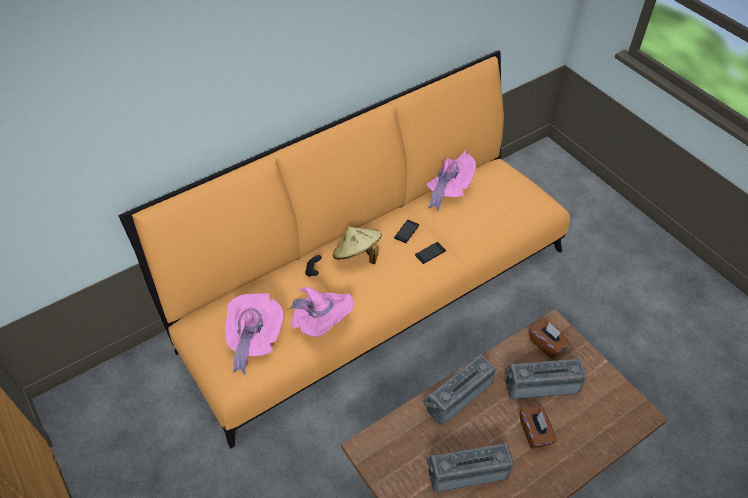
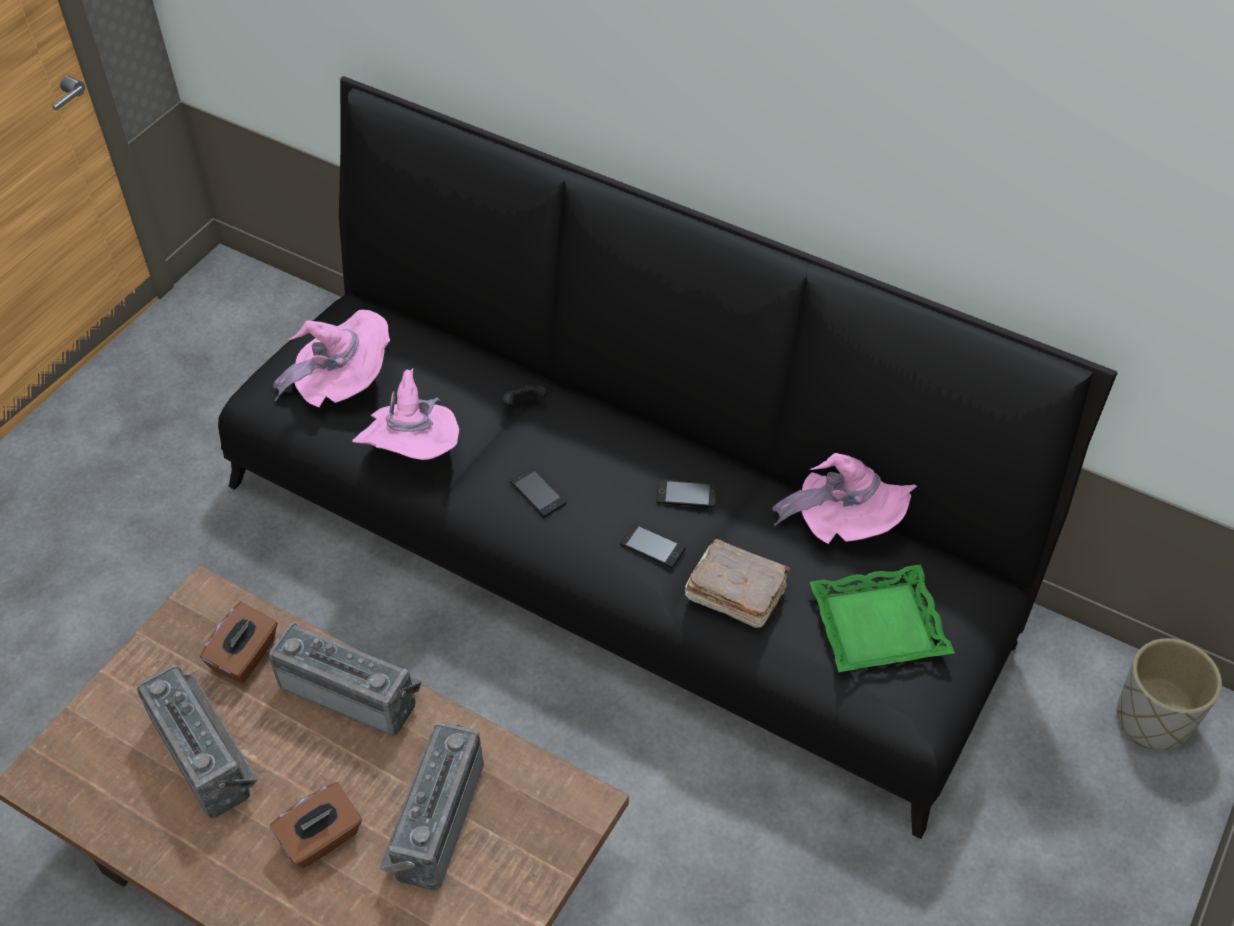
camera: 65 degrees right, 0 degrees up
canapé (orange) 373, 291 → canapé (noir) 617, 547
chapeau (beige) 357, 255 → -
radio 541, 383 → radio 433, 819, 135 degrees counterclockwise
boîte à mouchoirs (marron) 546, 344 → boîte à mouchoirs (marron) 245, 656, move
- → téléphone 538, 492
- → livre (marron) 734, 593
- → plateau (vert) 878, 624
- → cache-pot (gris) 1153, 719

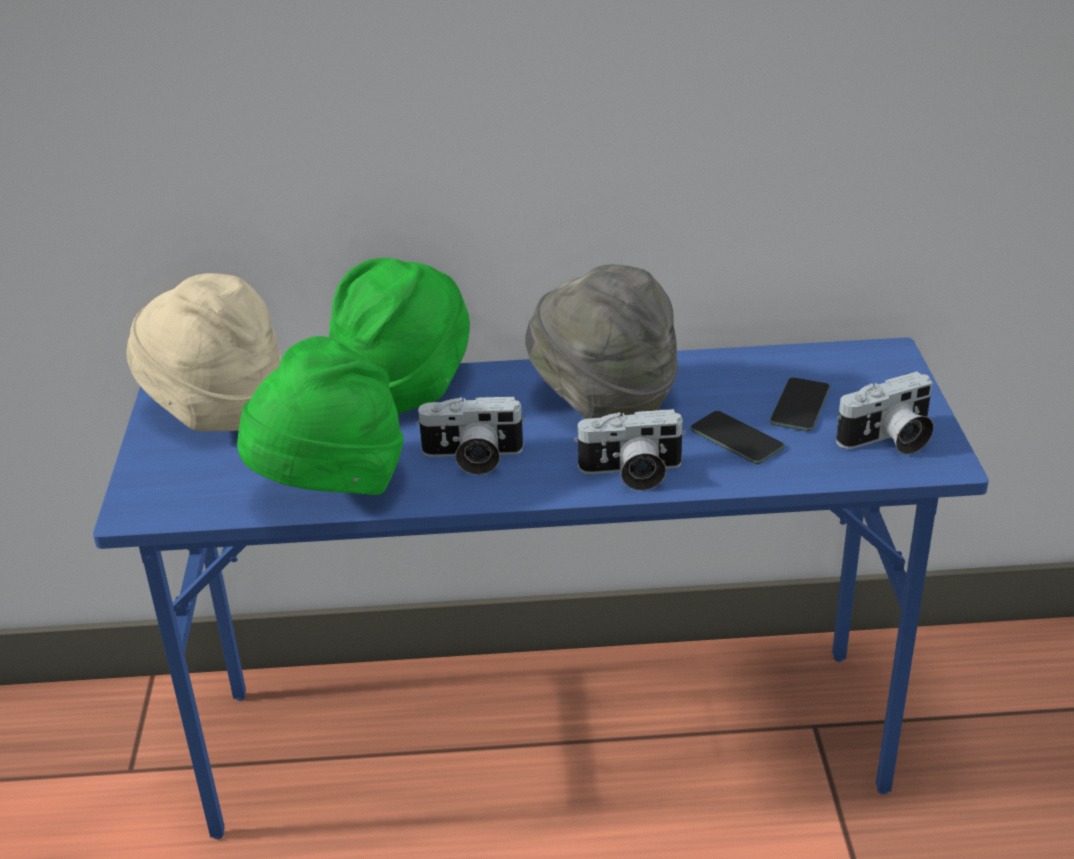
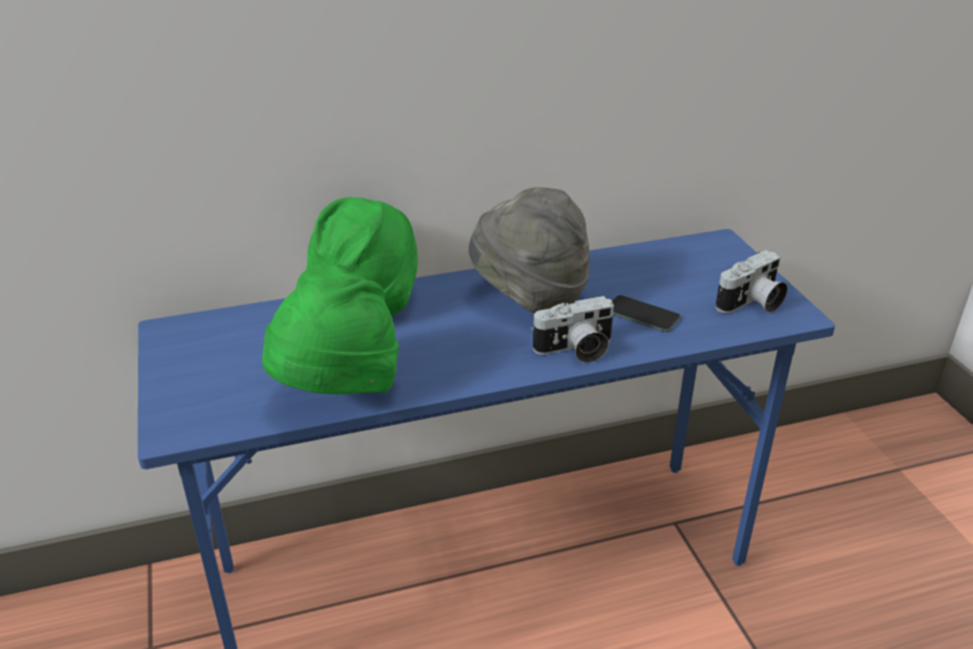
camera: 15 degrees left, 0 degrees up
chapeau (beige) 216, 410 → -
appareil photo 472, 458 → -
téléphone 800, 406 → -

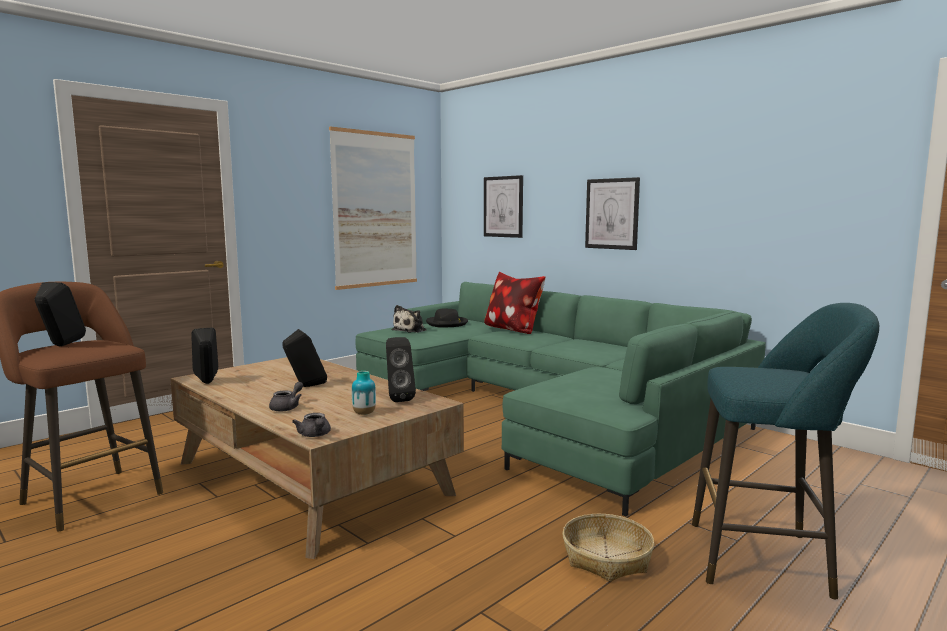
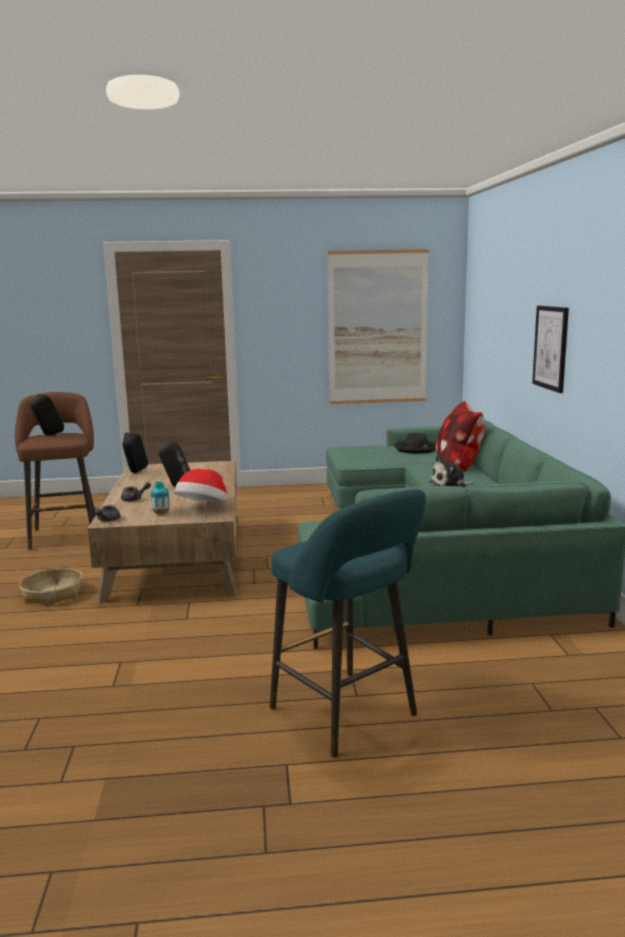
camera: 40 degrees right, 5 degrees up
enceinte (noir) 398, 399 → chapeau 203, 508
peluche 411, 330 → peluche 451, 485, move
tableau 503, 206 → -
panier 607, 558 → panier 52, 594, move

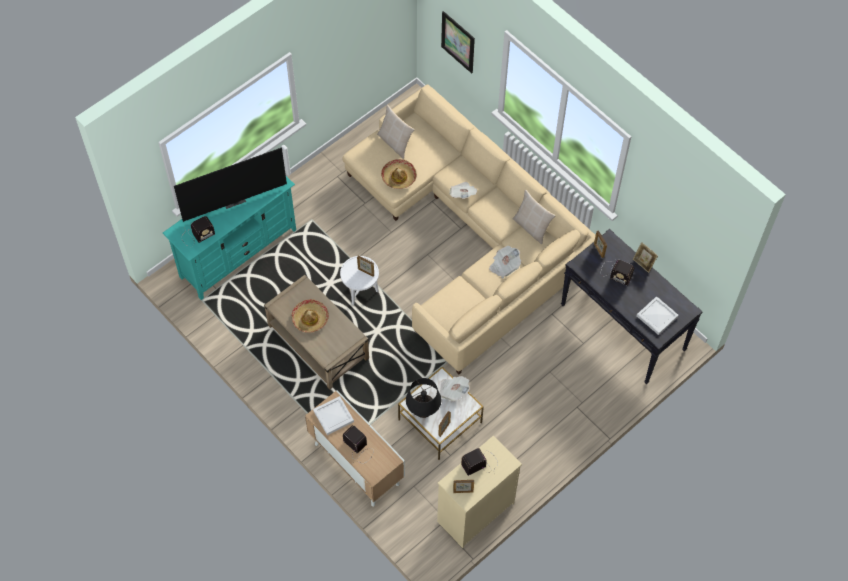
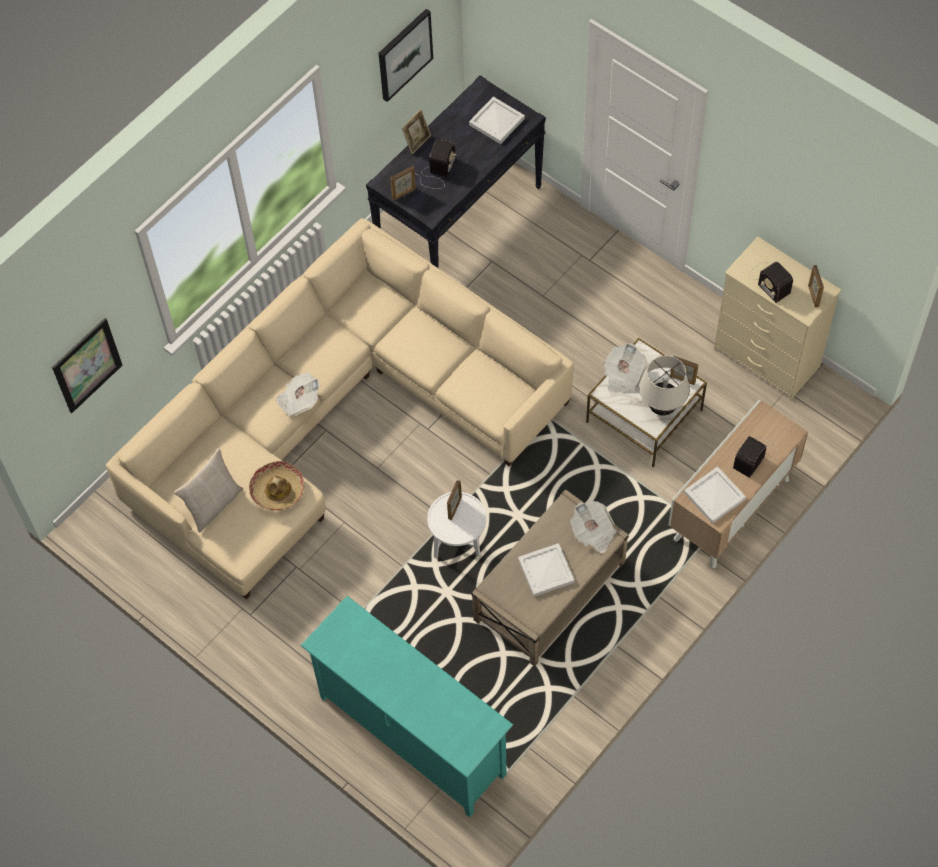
camera: 95 degrees left, 0 degrees up
téléviseur 234, 199 → -
radio 196, 236 → -
chapeau 310, 318 → plateau (blanc) 547, 571
lampe de table (noir) 423, 411 → lampe de table (beige) 662, 408
journal 504, 266 → journal 593, 532, move
coussin (beige) 531, 227 → -
- → tableau 404, 54

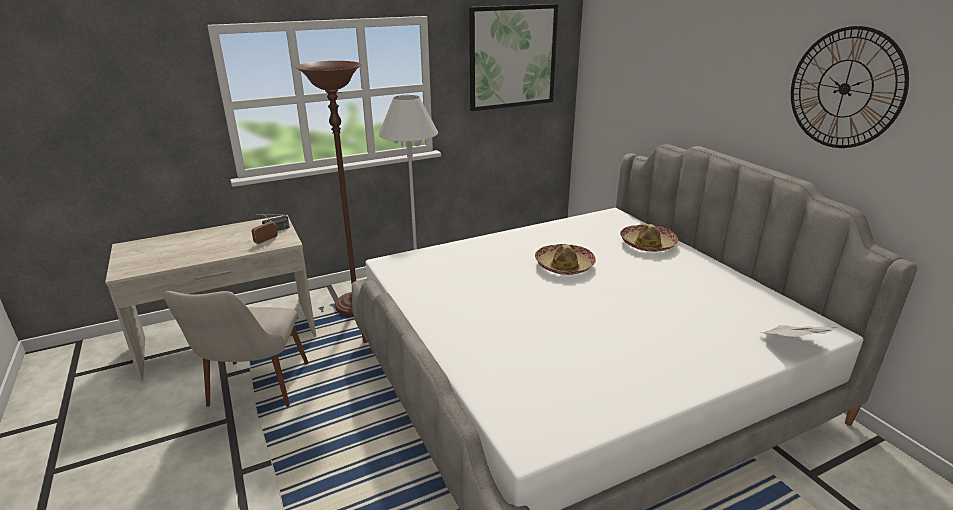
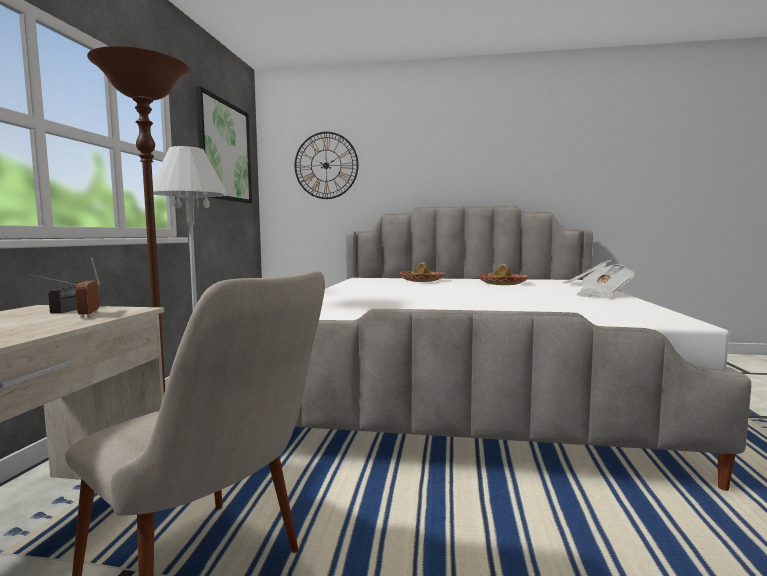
camera: 55 degrees left, 20 degrees down
chapeau 564, 266 → chapeau 502, 283, move
horloge murale 844, 88 → horloge murale 326, 165, move
- → journal 602, 295

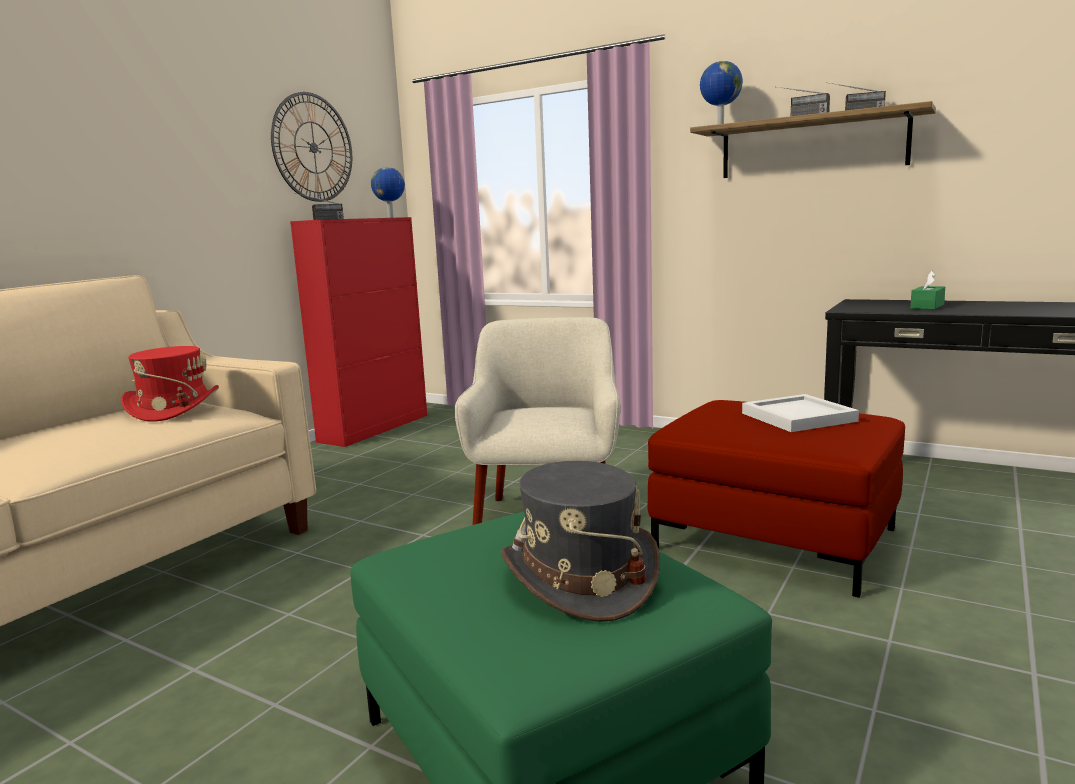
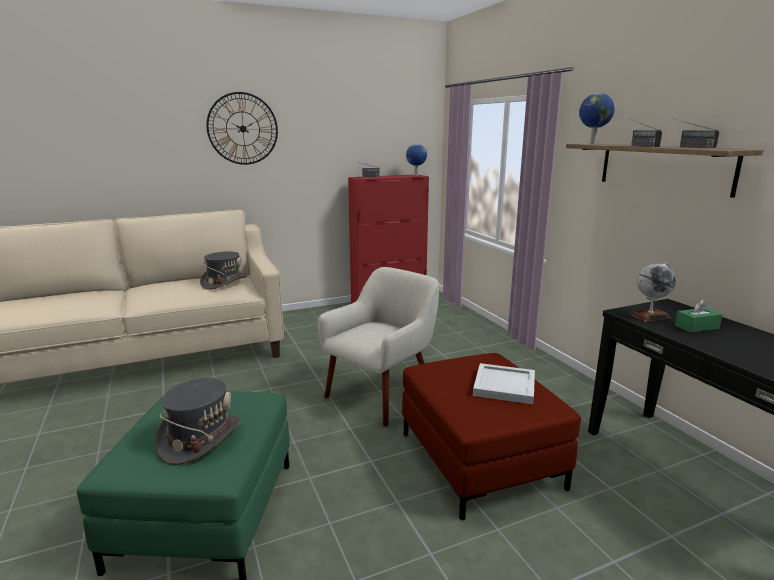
camera: 35 degrees right, 5 degrees up
chapeau (rouge) 173, 409 → chapeau (gris) 224, 283
horloge murale 313, 147 → horloge murale 243, 129, move
- → globe 650, 316

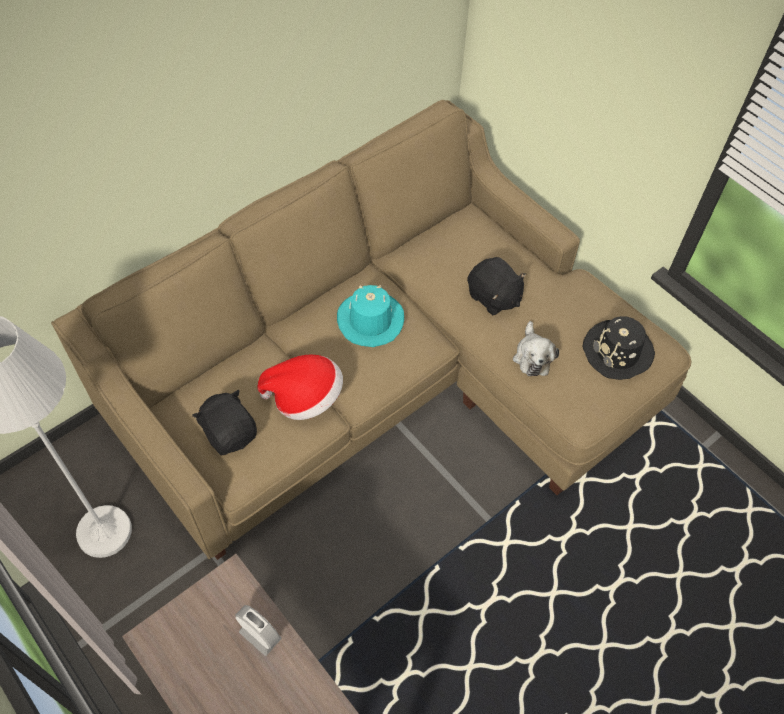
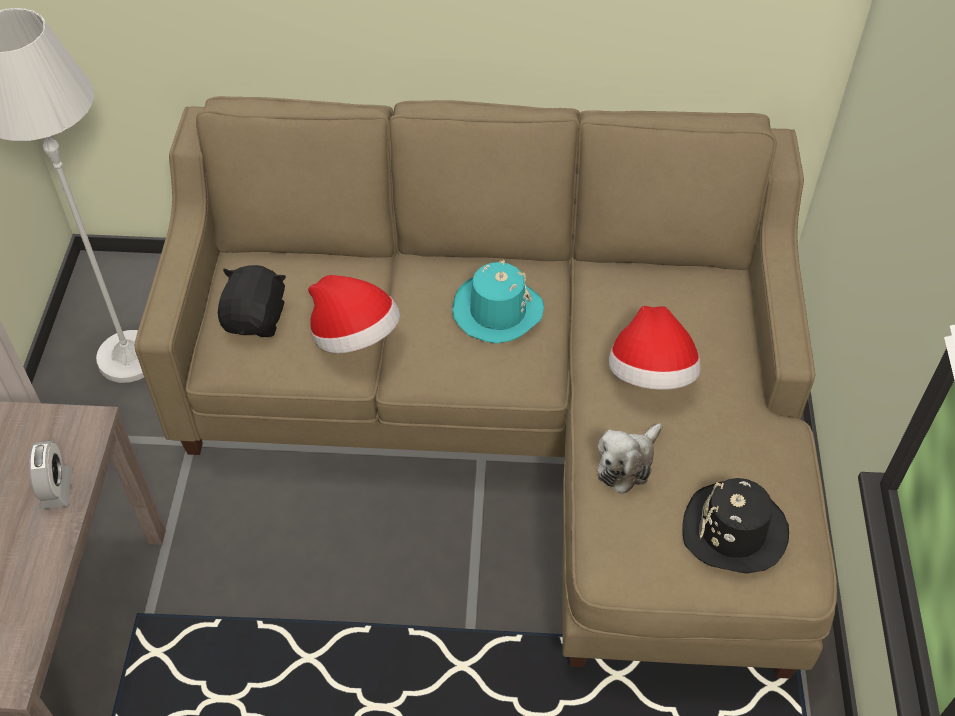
camera: 45 degrees right, 5 degrees down
peluche (noir) 493, 297 → chapeau 651, 375

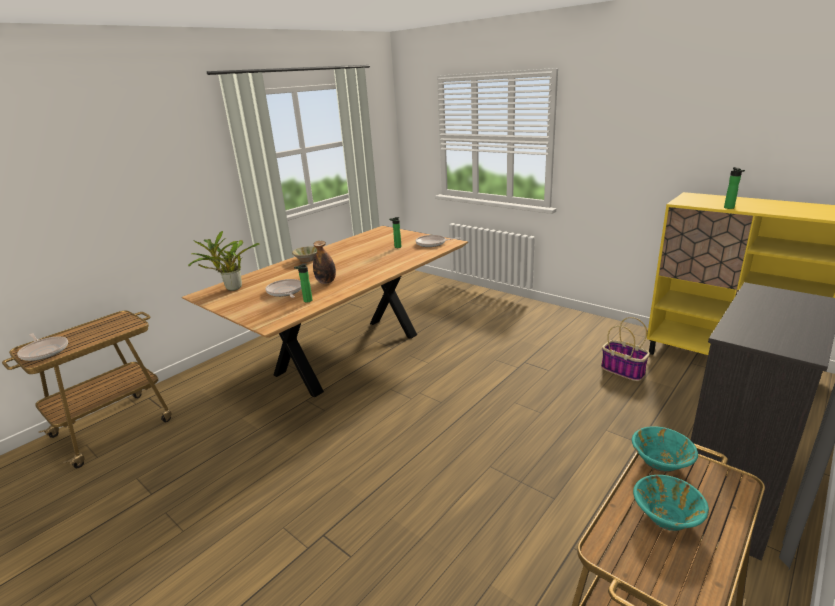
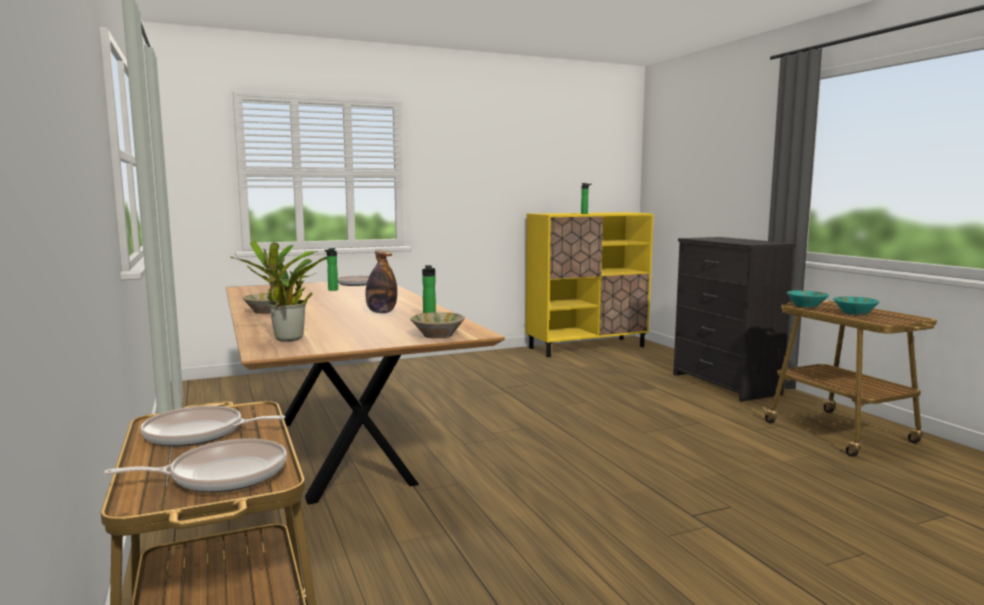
camera: 65 degrees left, 15 degrees down
poêle 285, 292 → poêle 199, 434, move
panier 623, 370 → -
- → bol (beige) 437, 336

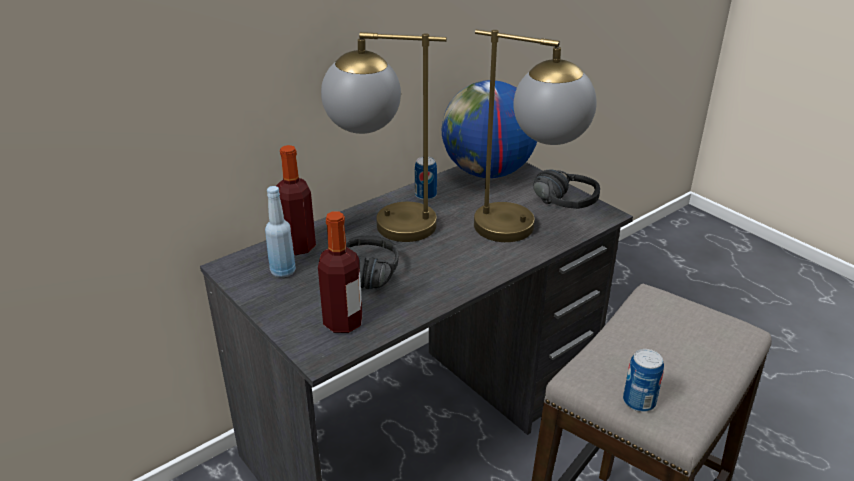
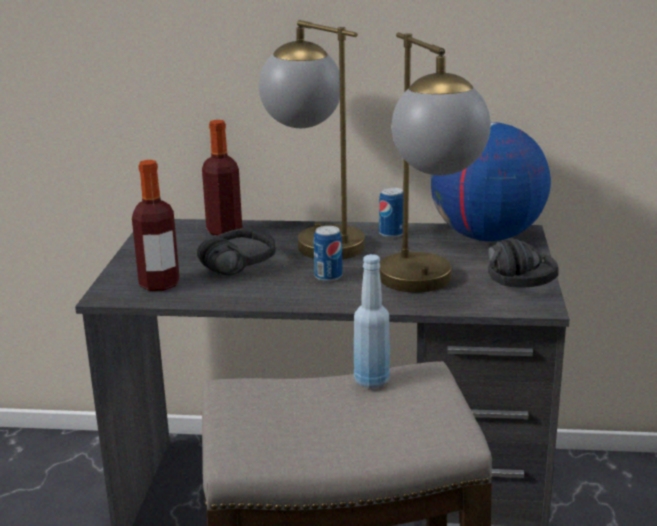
camera: 45 degrees right, 10 degrees down
bouteille (bleu) 283, 271 → bouteille (bleu) 371, 381, move
boîte métallique 639, 402 → boîte métallique 328, 277, move

